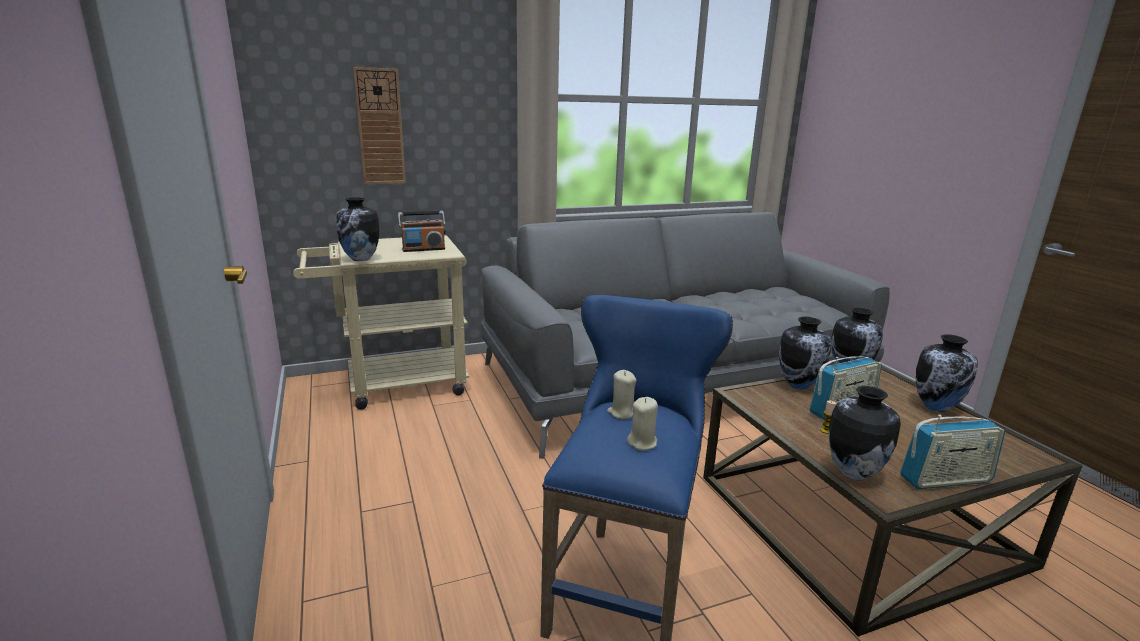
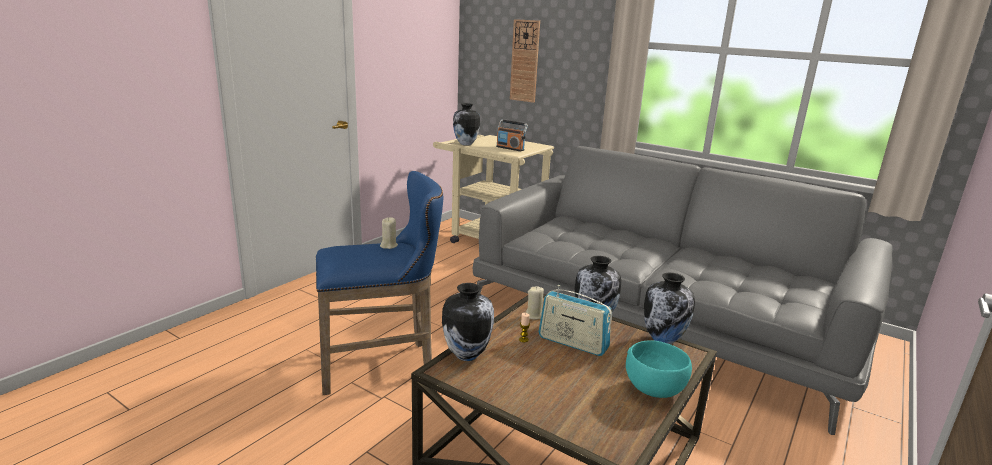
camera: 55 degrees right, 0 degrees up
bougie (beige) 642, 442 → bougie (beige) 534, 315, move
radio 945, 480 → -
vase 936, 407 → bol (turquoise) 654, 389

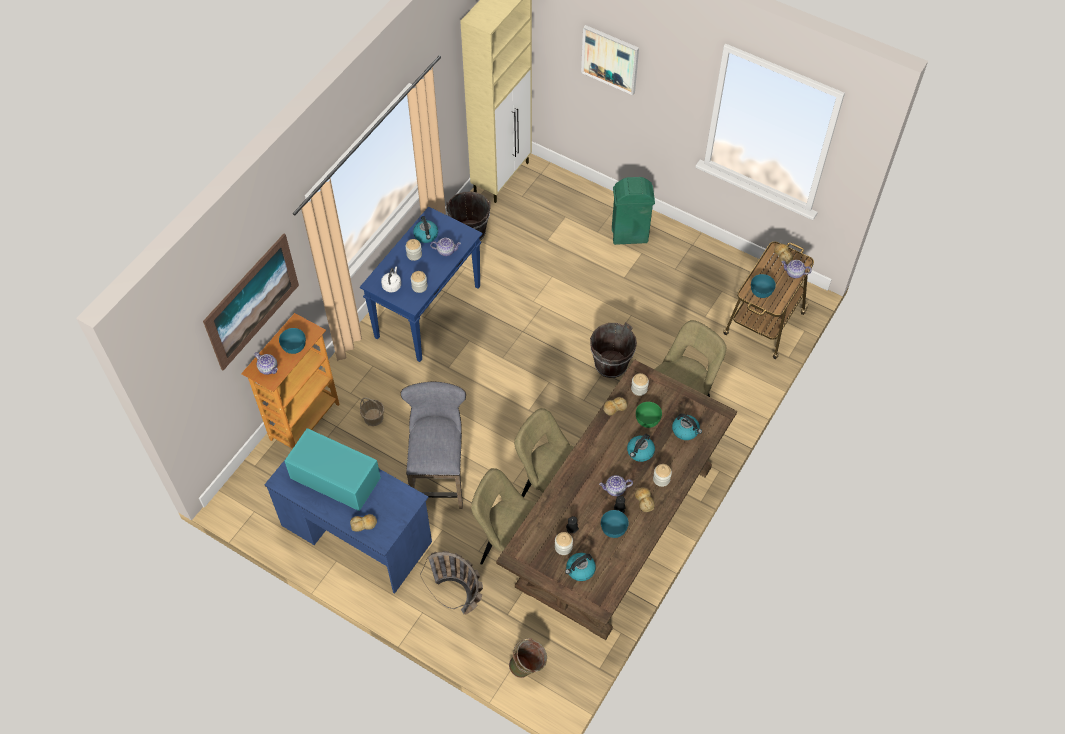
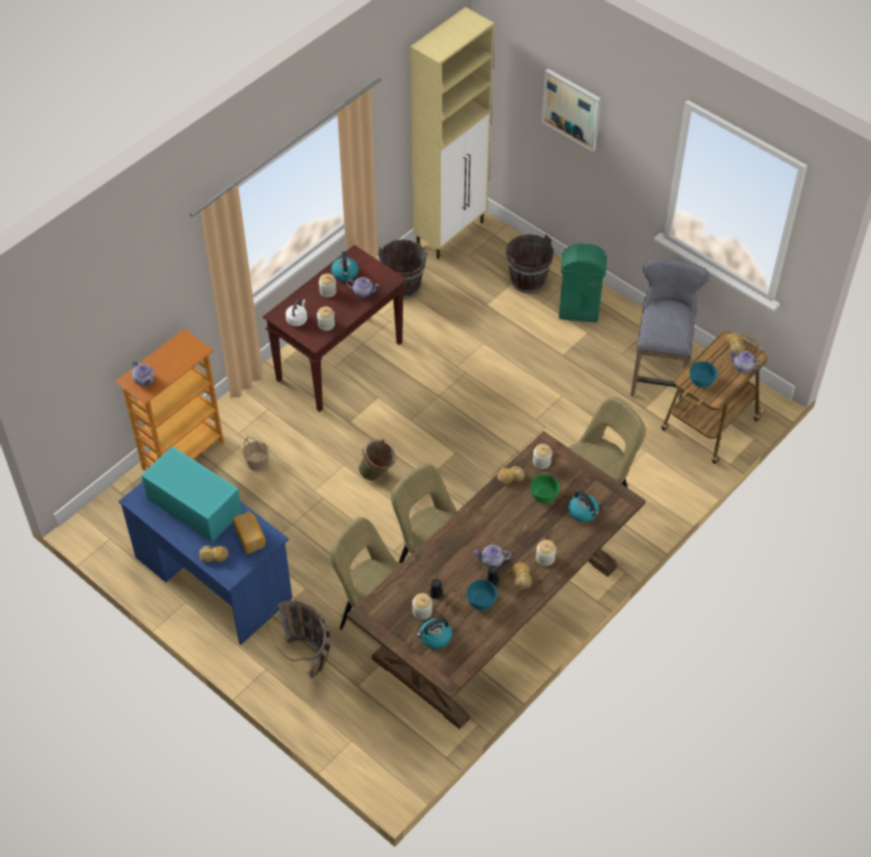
camera: 10 degrees right, 5 degrees down
tableau 252, 301 → -
bol (turquoise) 293, 346 → -
table console (bleu) 428, 311 → table console (marron) 340, 361
tabouret (gris) 439, 474 → tabouret (gris) 660, 370, move
seau (vert) 528, 667 → seau (vert) 378, 474, move
seau (marron) 611, 365 → seau (marron) 528, 281, move
bouilloire 640, 452 → -
- → pain 251, 537

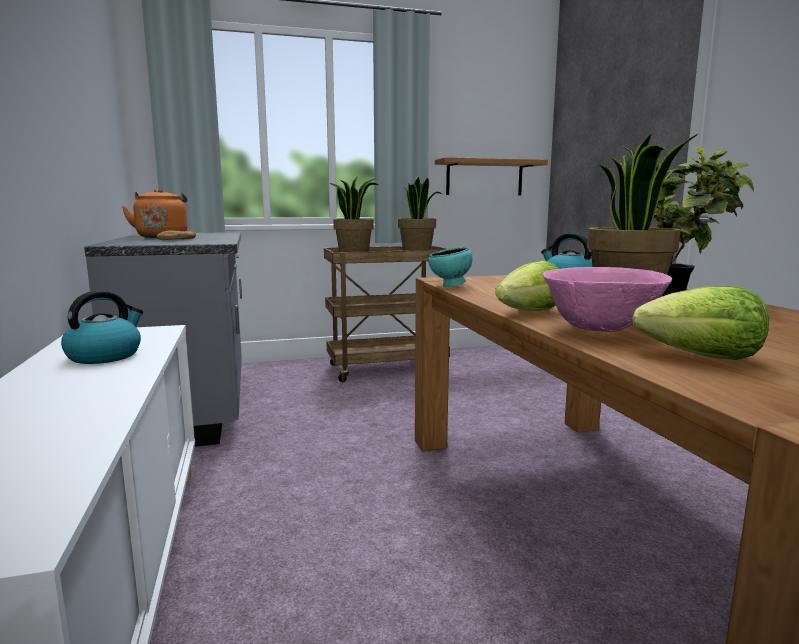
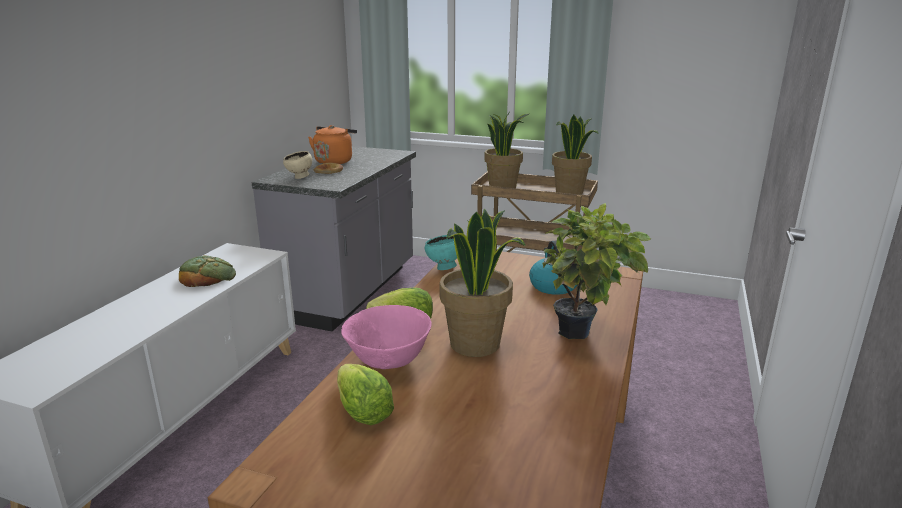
camera: 35 degrees right, 10 degrees up
bouilloire 105, 356 → pain 207, 276
étagère 484, 178 → -
- → bol (beige) 299, 178

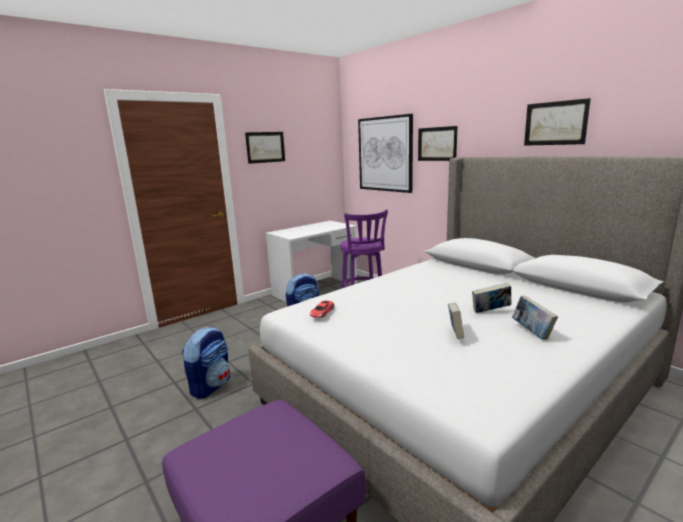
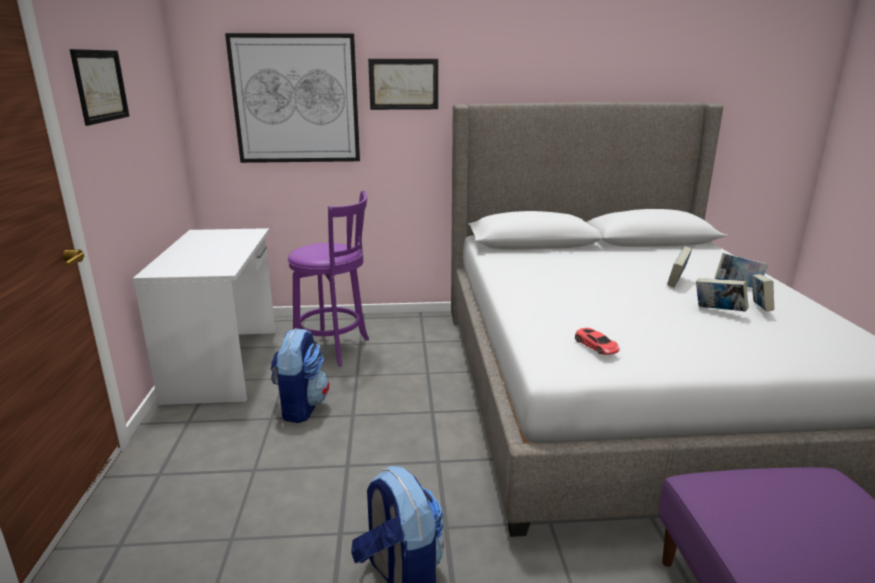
camera: 55 degrees left, 5 degrees up
tableau 555, 123 → -
- → livre 759, 309

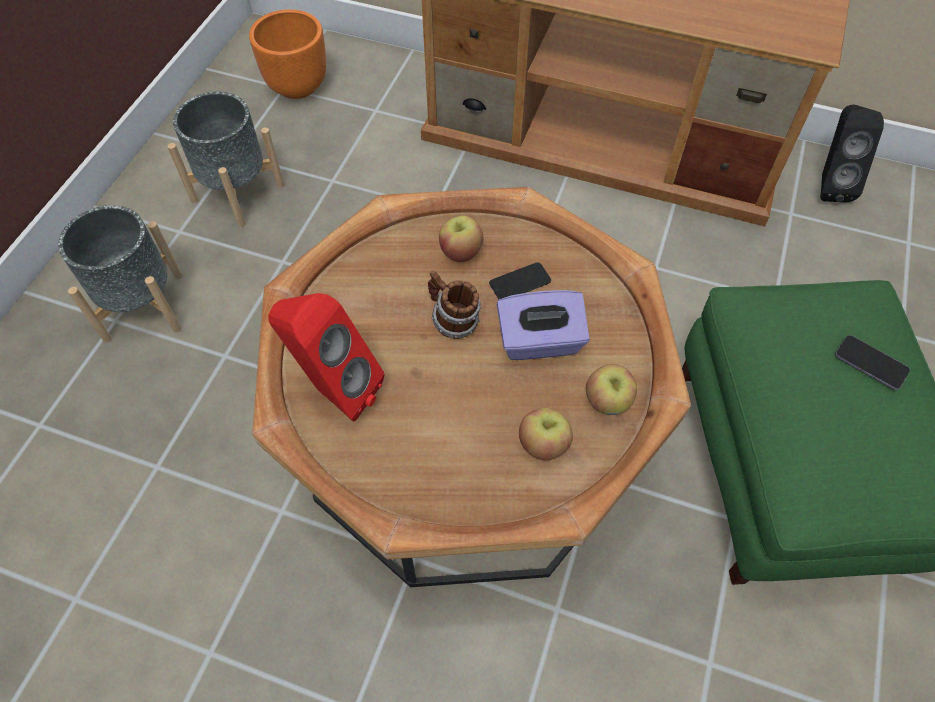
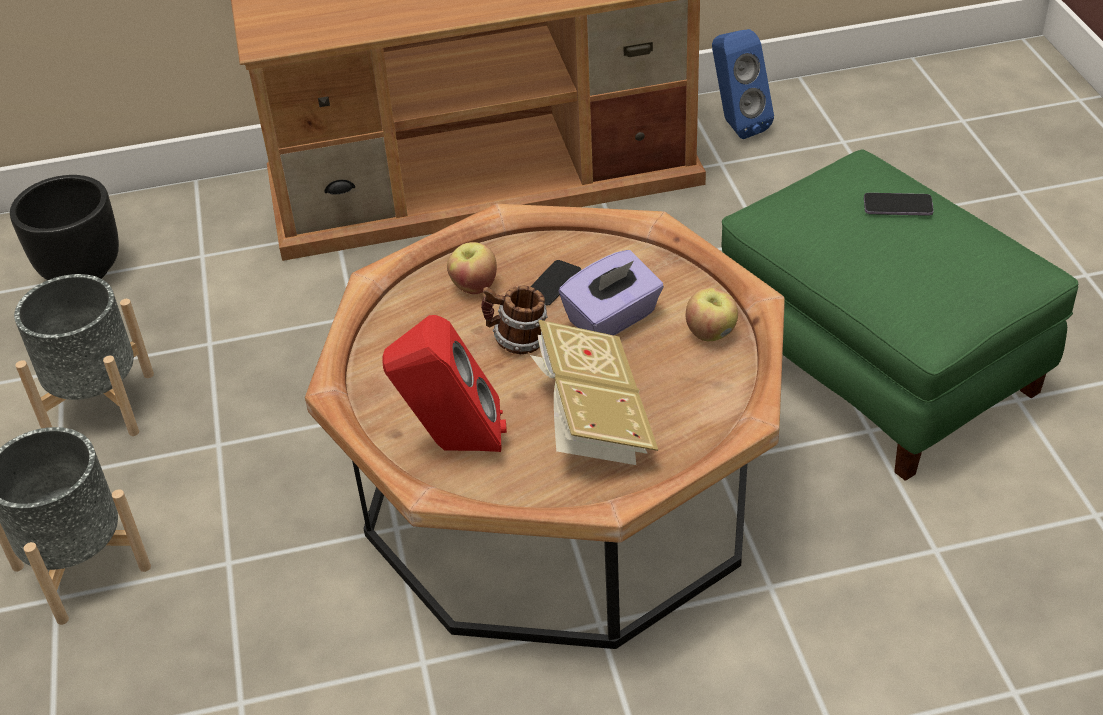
camera: 30 degrees left, 15 degrees down
cache-pot (orange) 298, 85 → cache-pot (noir) 82, 270
pomme 543, 444 → -
enceinte (noir) 828, 185 → enceinte (bleu) 736, 125
- → livre 592, 420

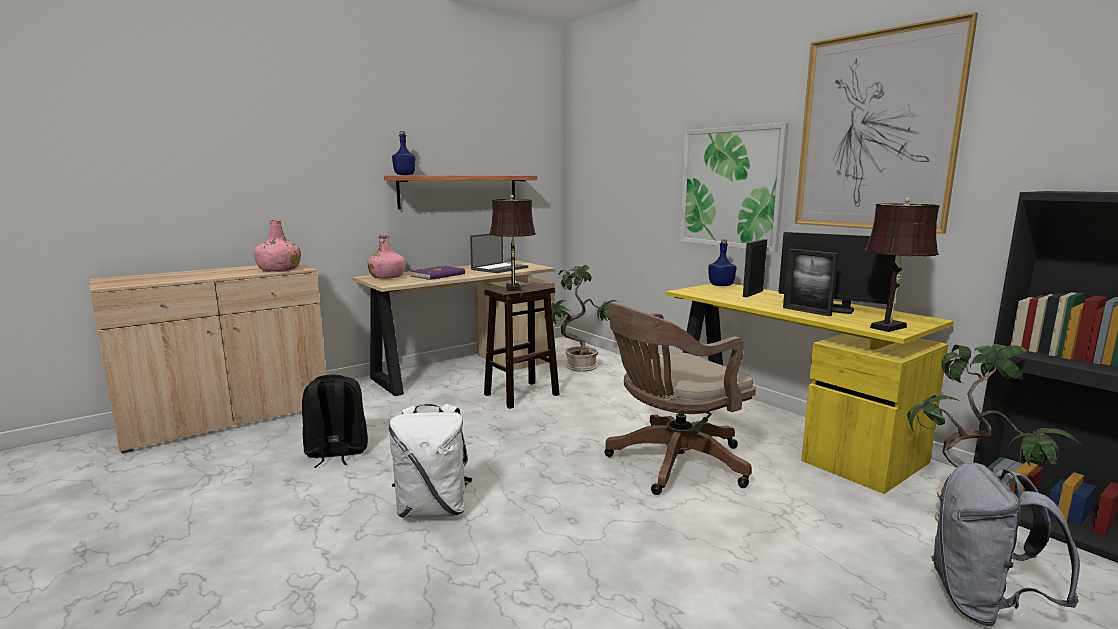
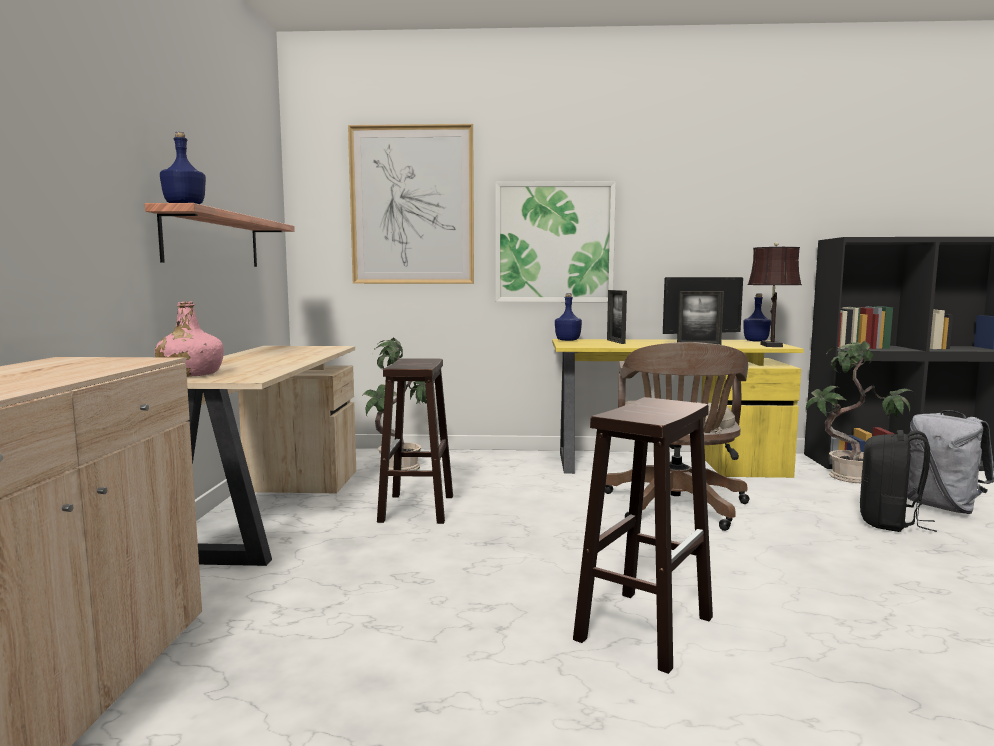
camera: 50 degrees left, 5 degrees down
bouteille (rose) 279, 270 → -
sac à dos (noir) 336, 453 → sac à dos (noir) 890, 523, move
sac à dos (blanc) 433, 509 → tabouret (marron) 645, 627
livre (violet) 439, 275 → -
ordinateur portable 500, 268 → -
lampe de table (marron) 513, 289 → -
tableau 875, 132 → tableau 412, 205, move
- → bouteille (bleu) 756, 341

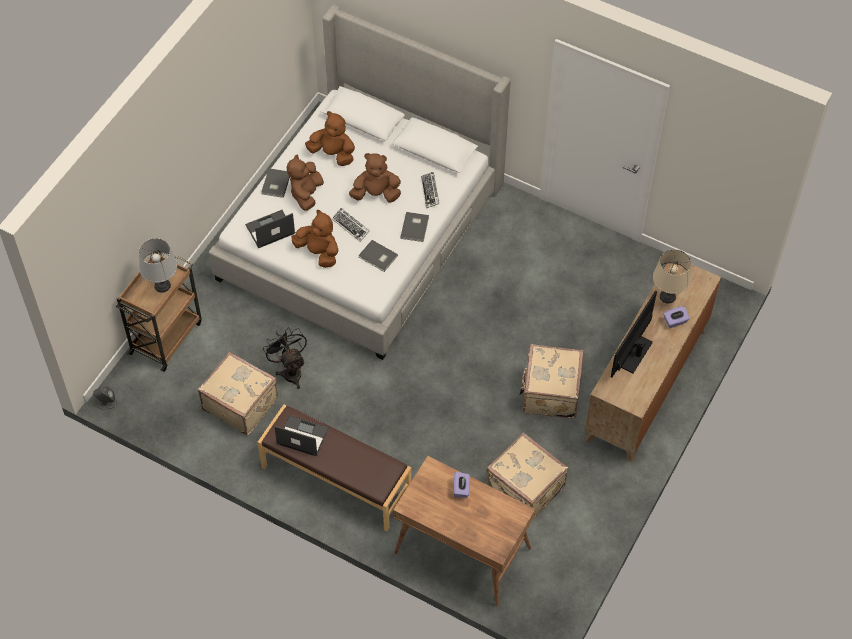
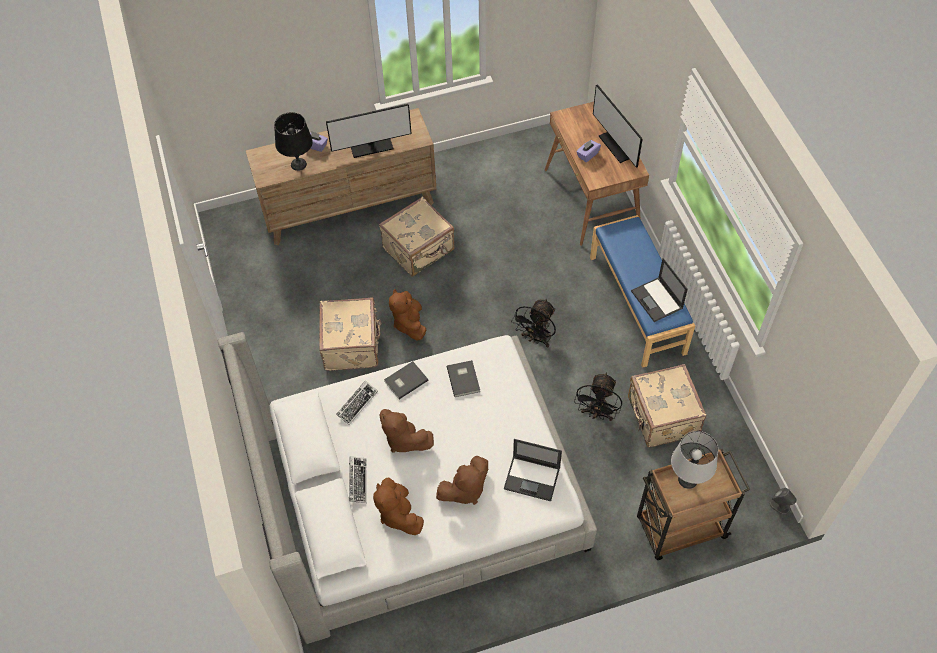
camera: 135 degrees left, 0 degrees up
banc (marron) 335, 481 → banc (bleu) 637, 304
livre (gris) 275, 184 → -
peluche (marron) 318, 252 → peluche (marron) 409, 324, move
clavier 351, 226 → clavier 357, 481, move
valise (beige) 525, 488 → valise (beige) 352, 345, move
lampe de table (beige) 667, 297 → lampe de table (noir) 299, 164
- → ventilateur (noir) 536, 339
- → écran d'ordinateur 617, 146

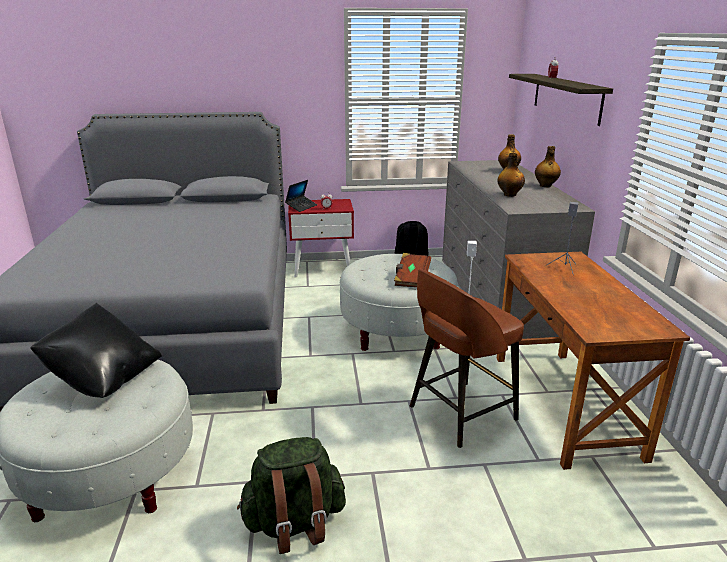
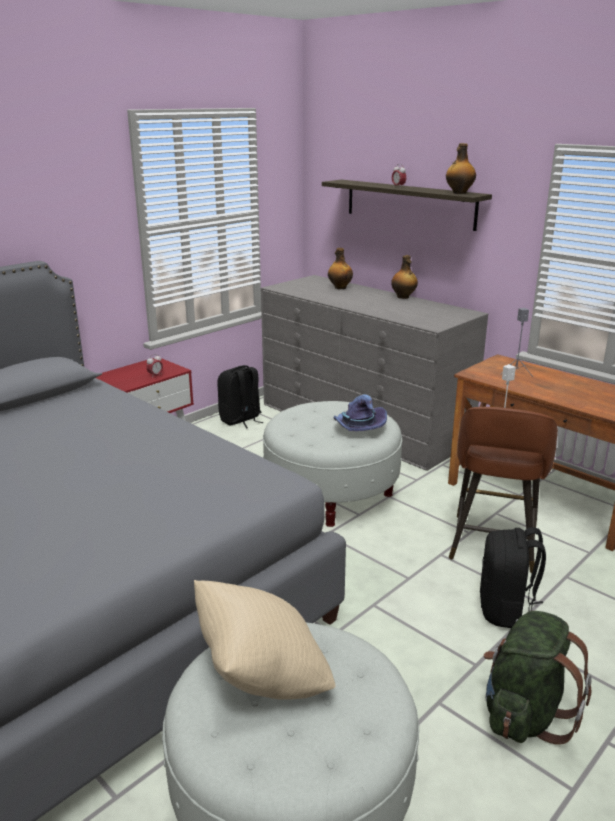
camera: 40 degrees left, 0 degrees up
coussin (noir) 104, 378 → coussin (beige) 262, 675
ordinateur portable 301, 207 → -
livre (marron) 411, 279 → chapeau (violet) 357, 428
bouteille 509, 195 → bouteille 459, 193, move
- → sac à dos (noir) 506, 610

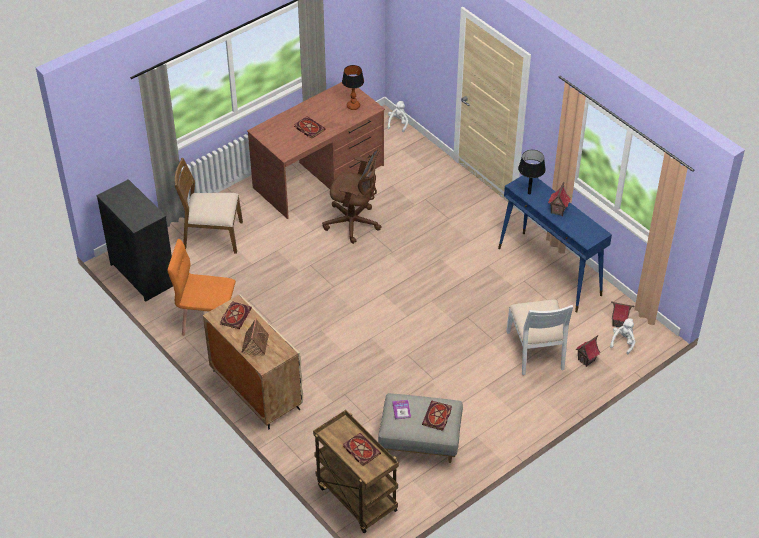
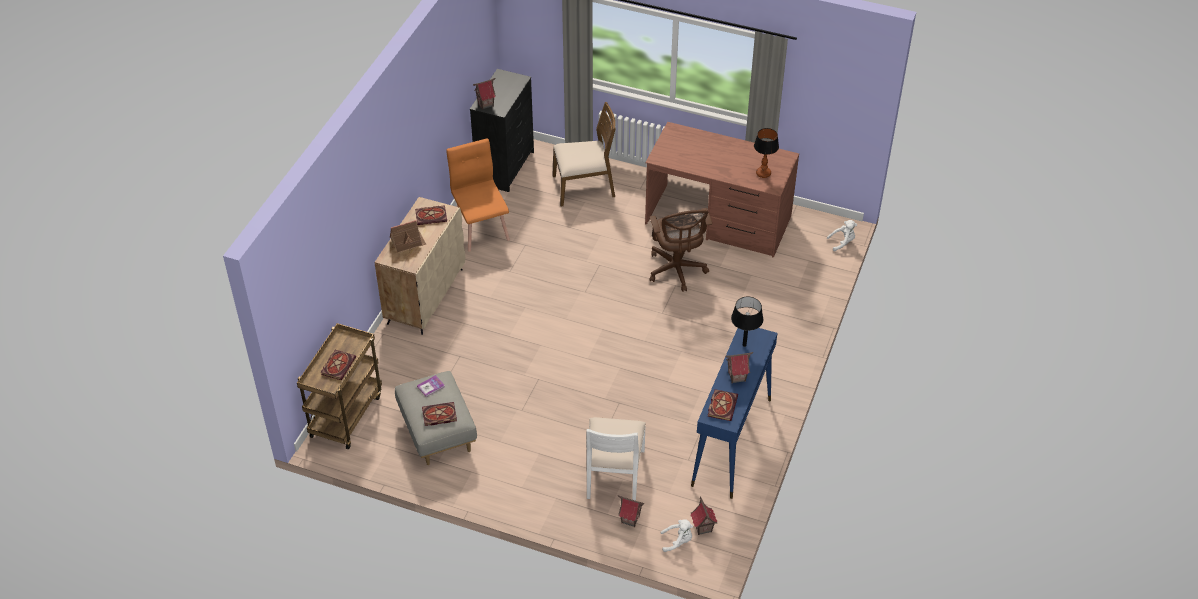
camera: 60 degrees right, 0 degrees up
chaise (marron) 212, 236 → chaise (marron) 584, 187, 105 degrees clockwise
livre 308, 128 → livre 722, 405, move
chaise (blanc) 536, 350 → chaise (blanc) 614, 474, 45 degrees counterclockwise
- → maison miniature 485, 104

